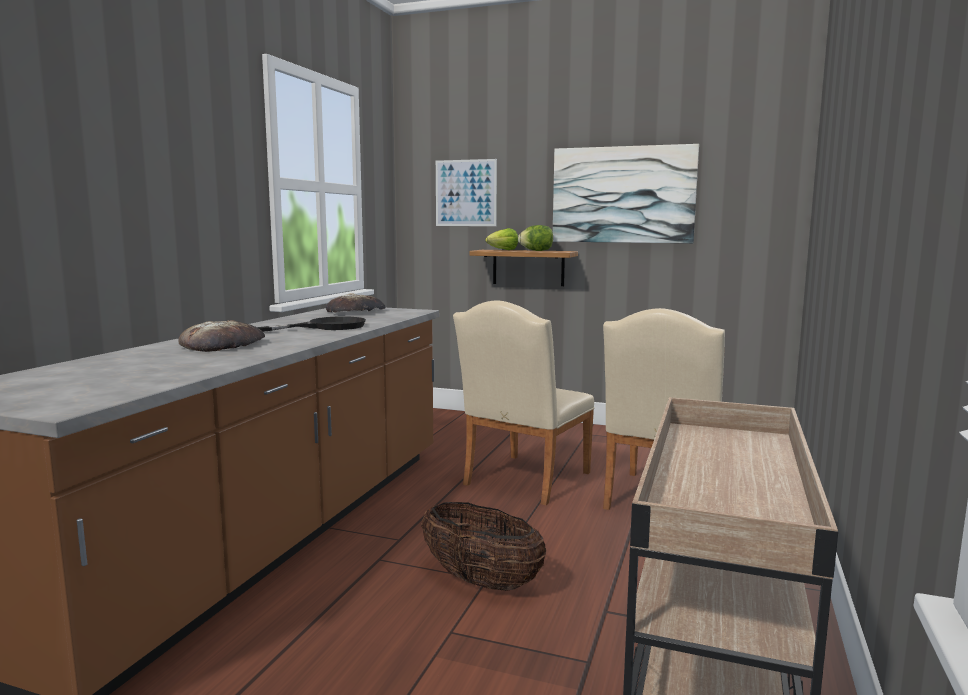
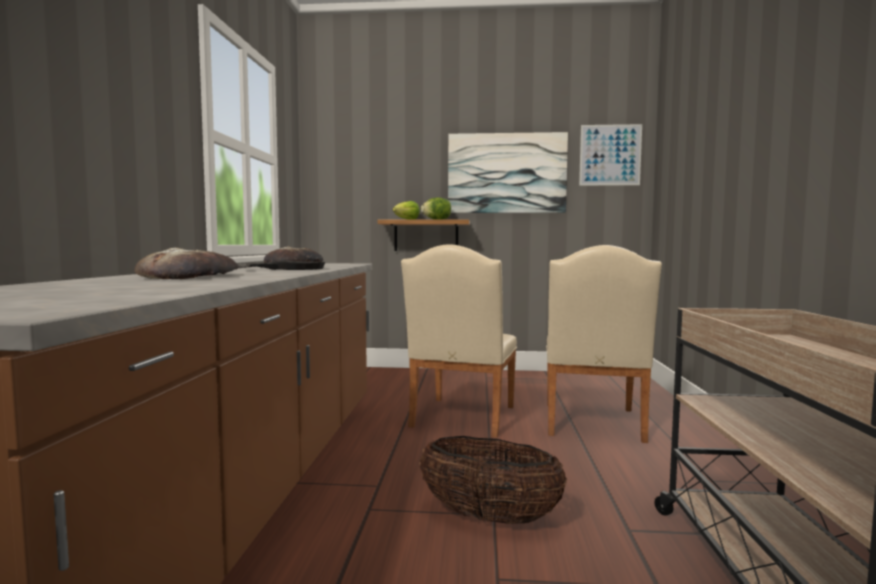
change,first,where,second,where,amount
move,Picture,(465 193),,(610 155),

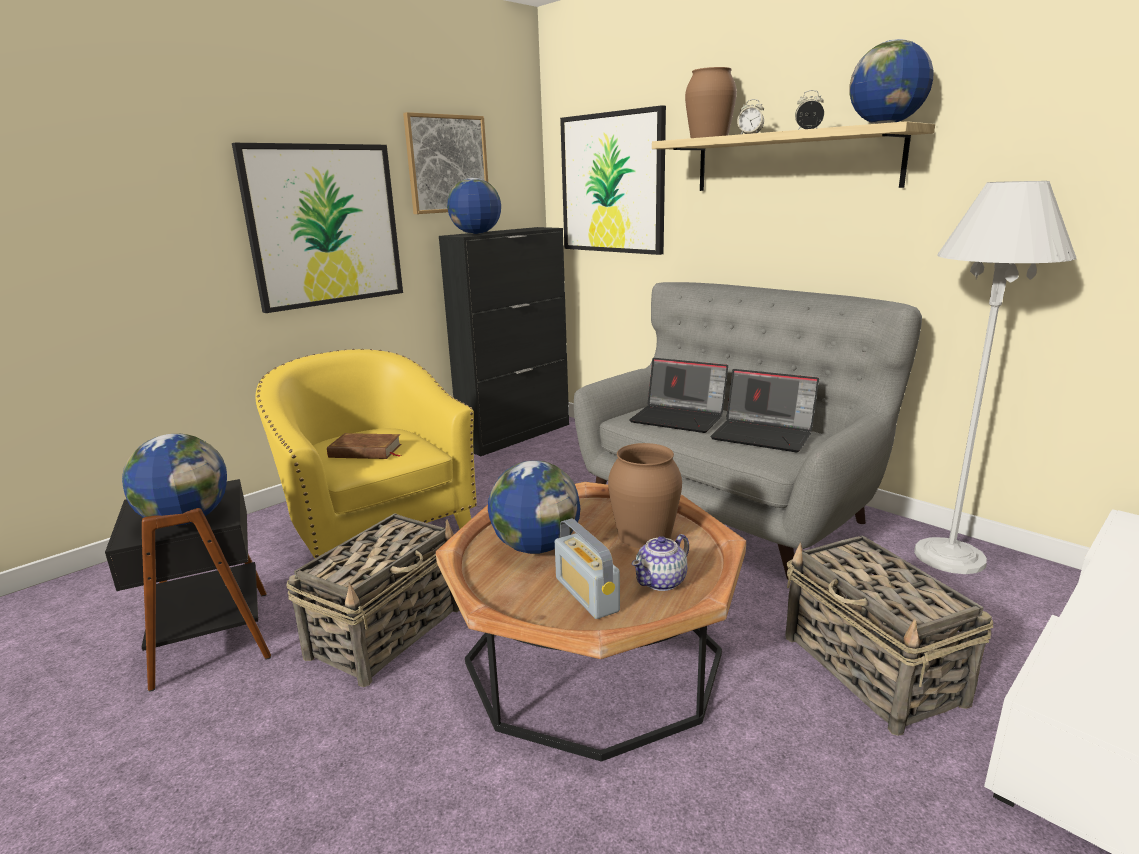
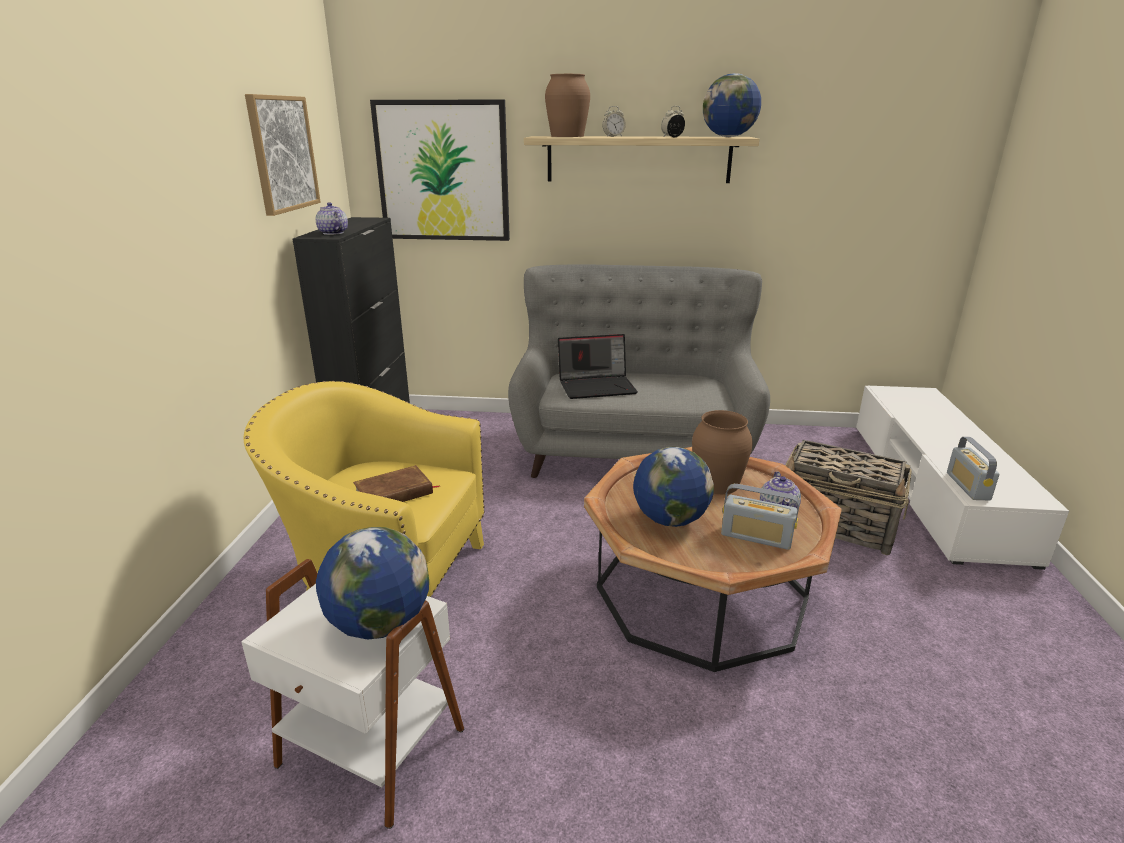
change,first,where,second,where,amount
delete,Picture,(324 225),,,
delete,Basket,(388 631),,,
delete,Laptop,(764 435),,,
delete,WhiteFloorLamp,(949 556),,,
insert,,,Radio,(968 486),
replace,Globe,(476 234),Teapot,(333 233),
recolor,BlackSideTable,(209 638),WhiteSideTable,(369 750),

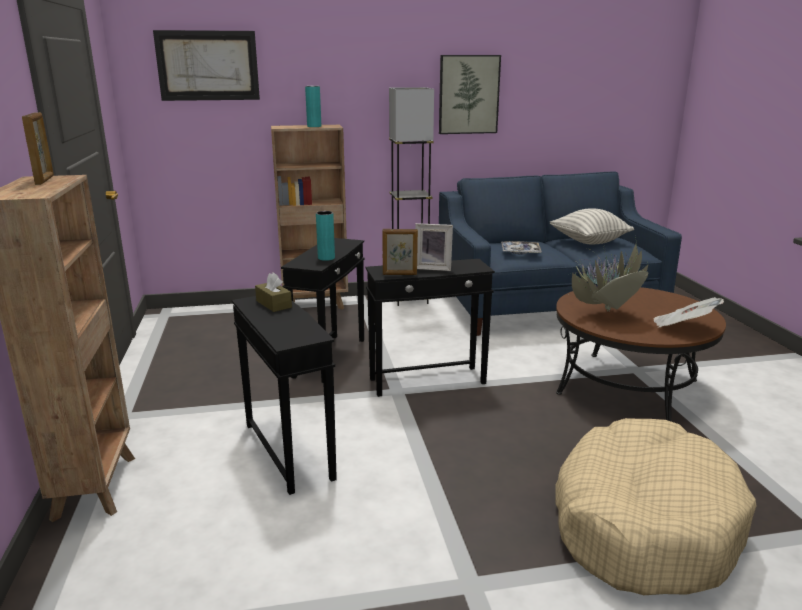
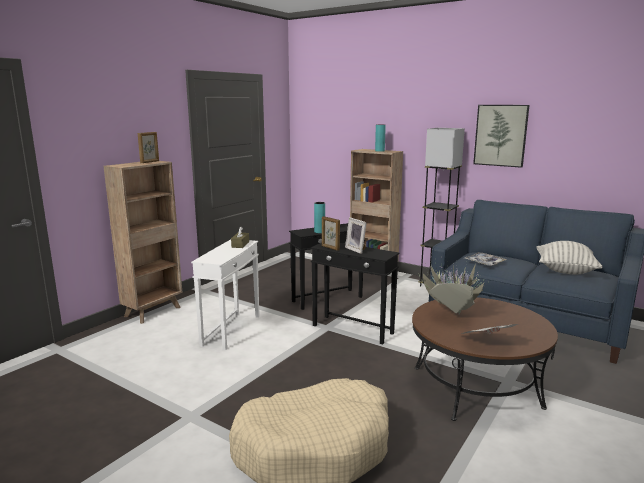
change,first,where,second,where,amount
delete,Picture,(208 65),,,
recolor,BlackSideTable,(289 450),WhiteSideTable,(232 330),

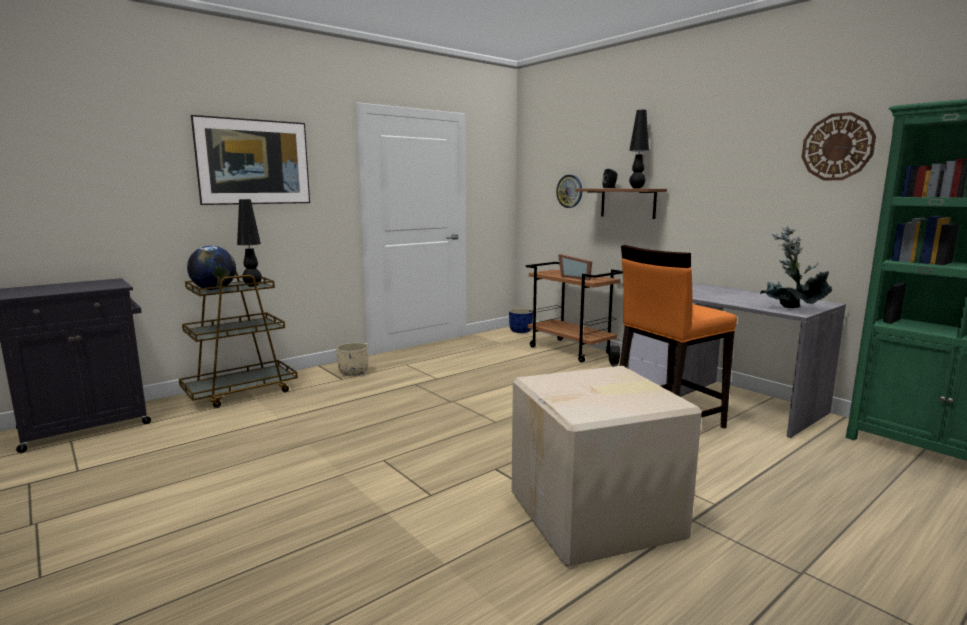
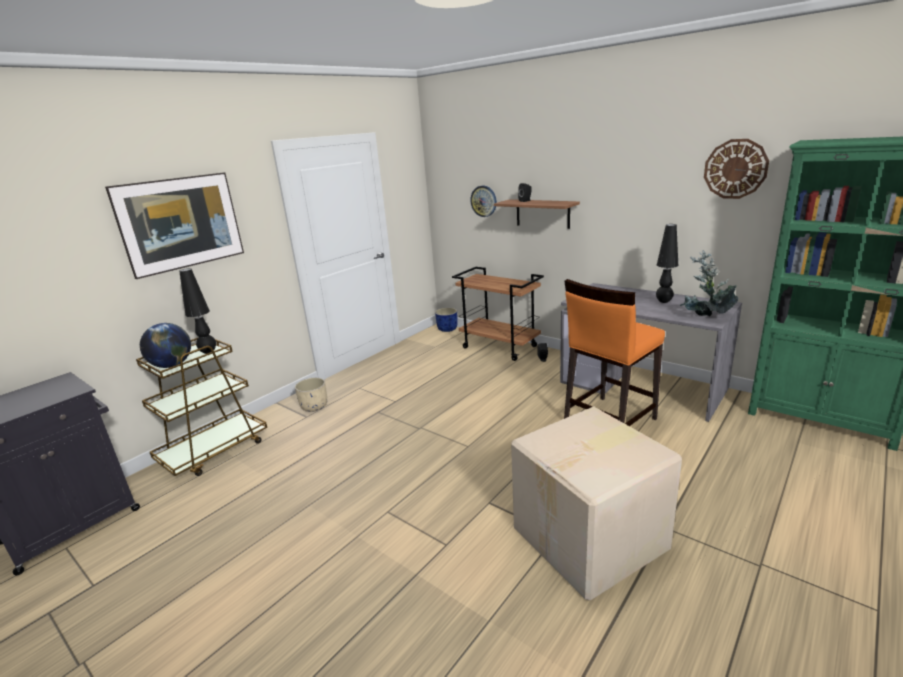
change,first,where,second,where,amount
delete,PictureFrame,(576 277),,,
move,BlackTableLamp,(636 188),,(663 301),

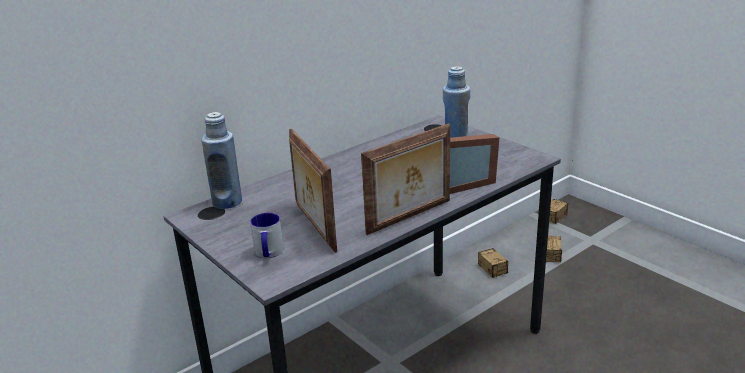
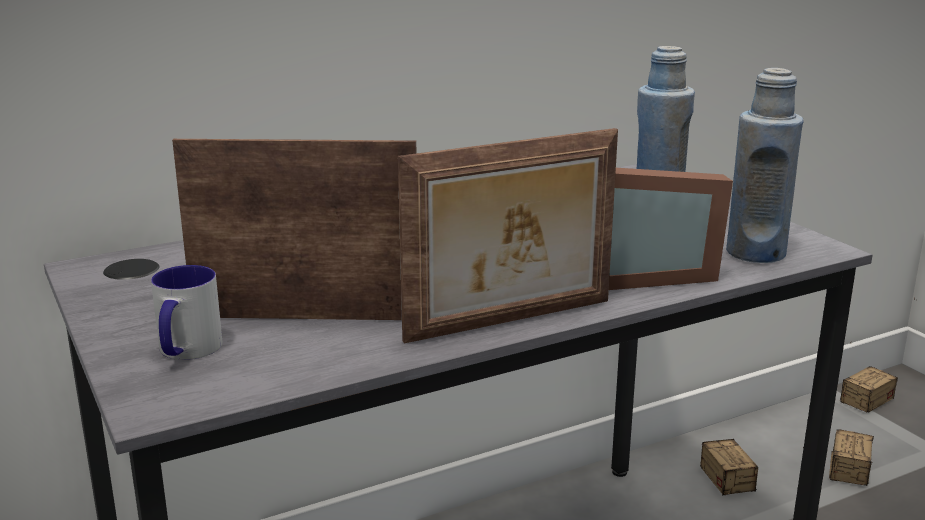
change,first,where,second,where,amount
move,BlueBottle,(227 202),,(755 253),
rotate,PictureFrame,(314 227),,(306 316),105 degrees clockwise

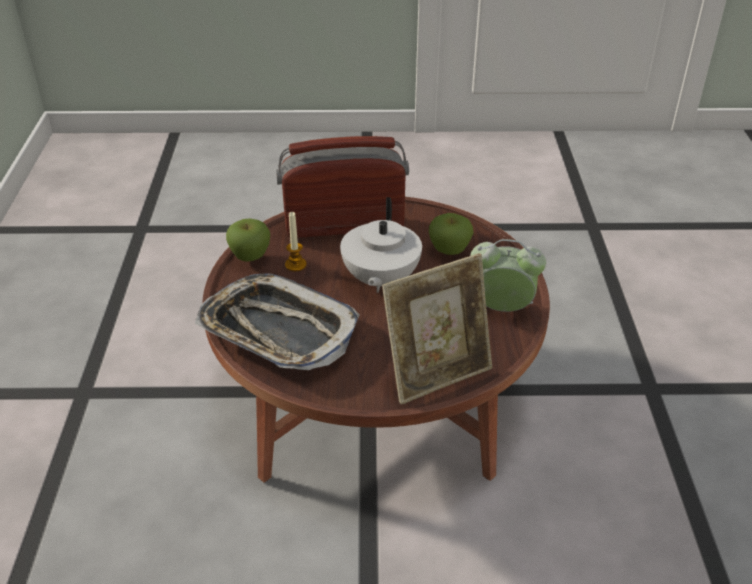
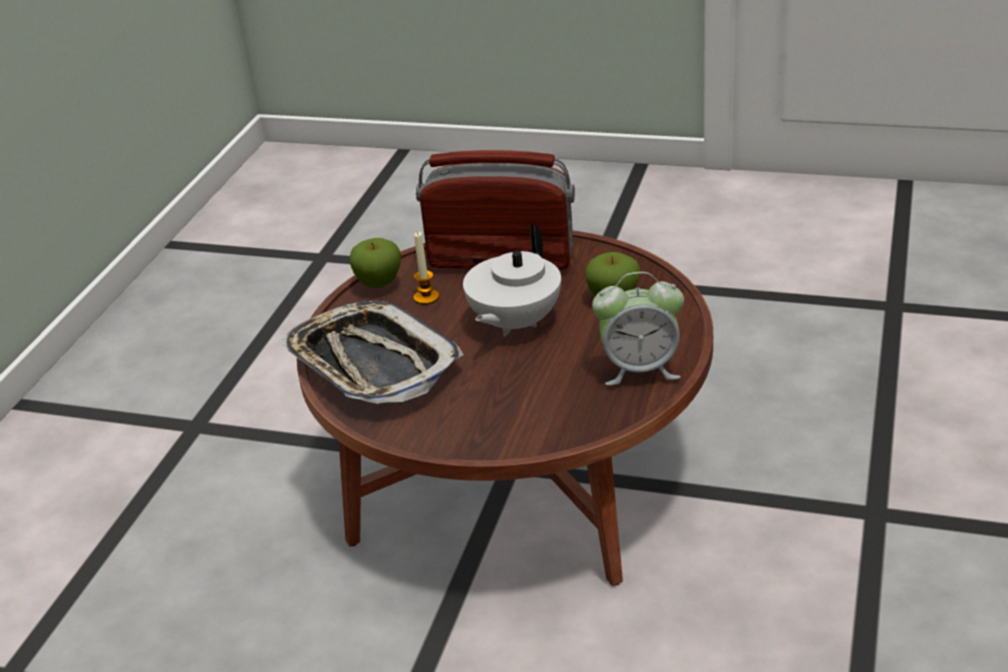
change,first,where,second,where,amount
delete,PictureFrame,(437 373),,,
rotate,AlarmClock,(501 309),,(640 369),150 degrees clockwise

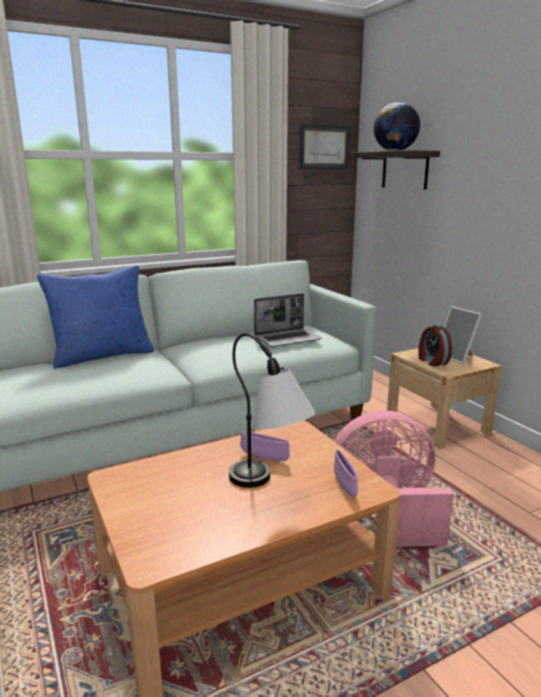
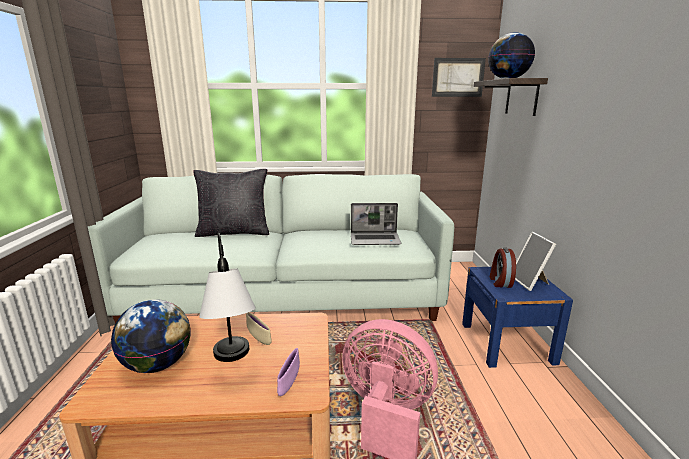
change,first,where,second,where,amount
insert,,,Globe,(158 365),
recolor,BluePillow,(102 356),BlackPillow,(234 232),
recolor,PurpleBowl,(264 458),BeigeBowl,(259 338),
recolor,BeigeNightstand,(437 425),BlueNightstand,(506 343),

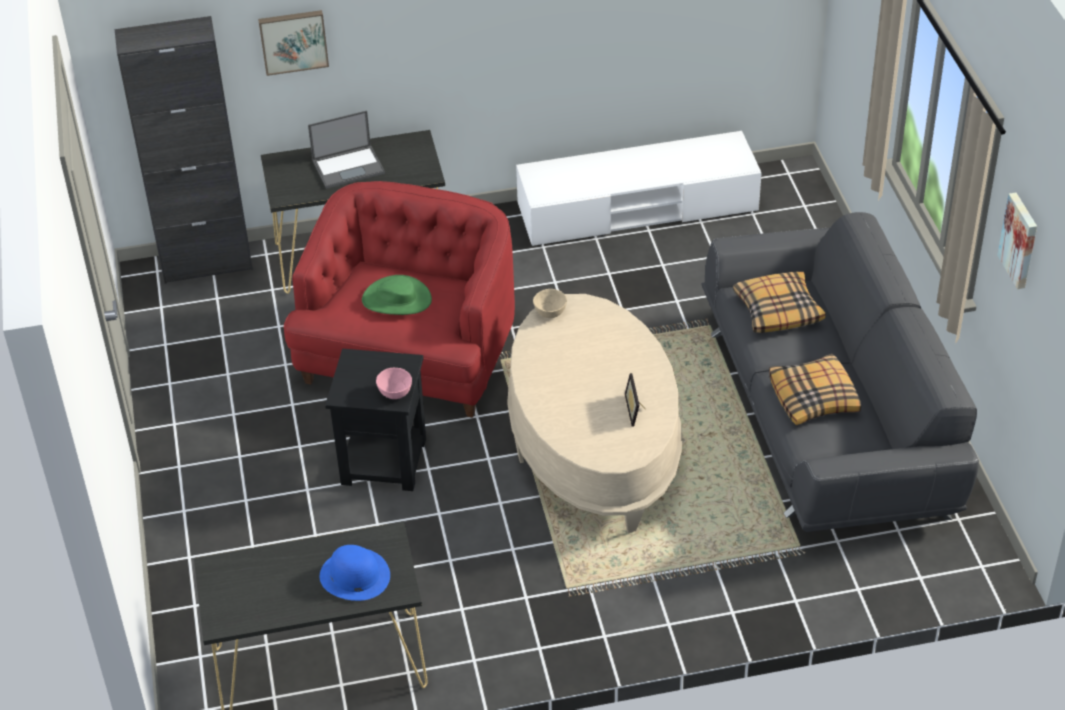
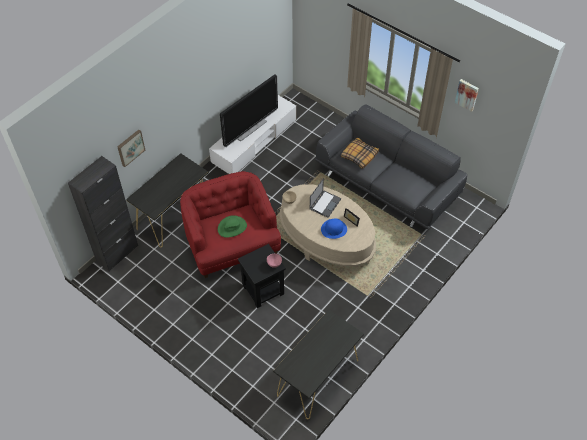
change,first,where,second,where,amount
delete,Pillow,(814 398),,,
insert,,,Television,(249 128),
move,Laptop,(349 166),,(325 203),
move,BlueHat,(354 575),,(334 229),

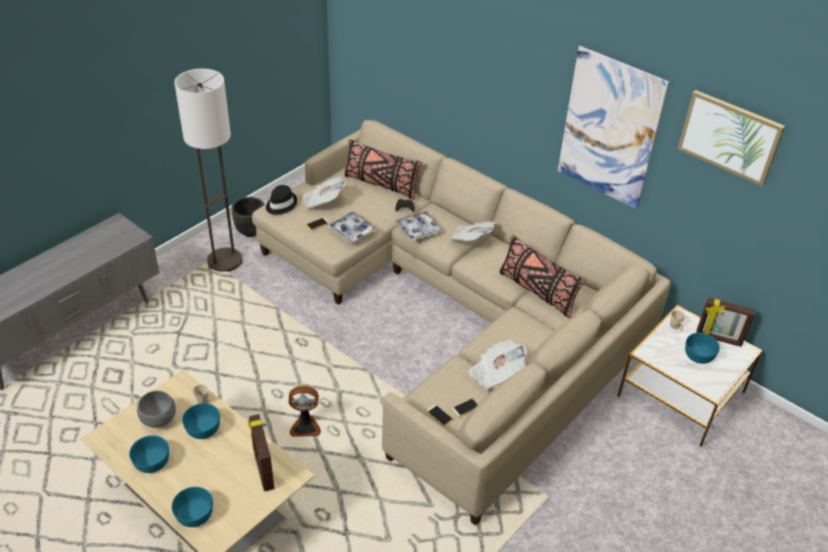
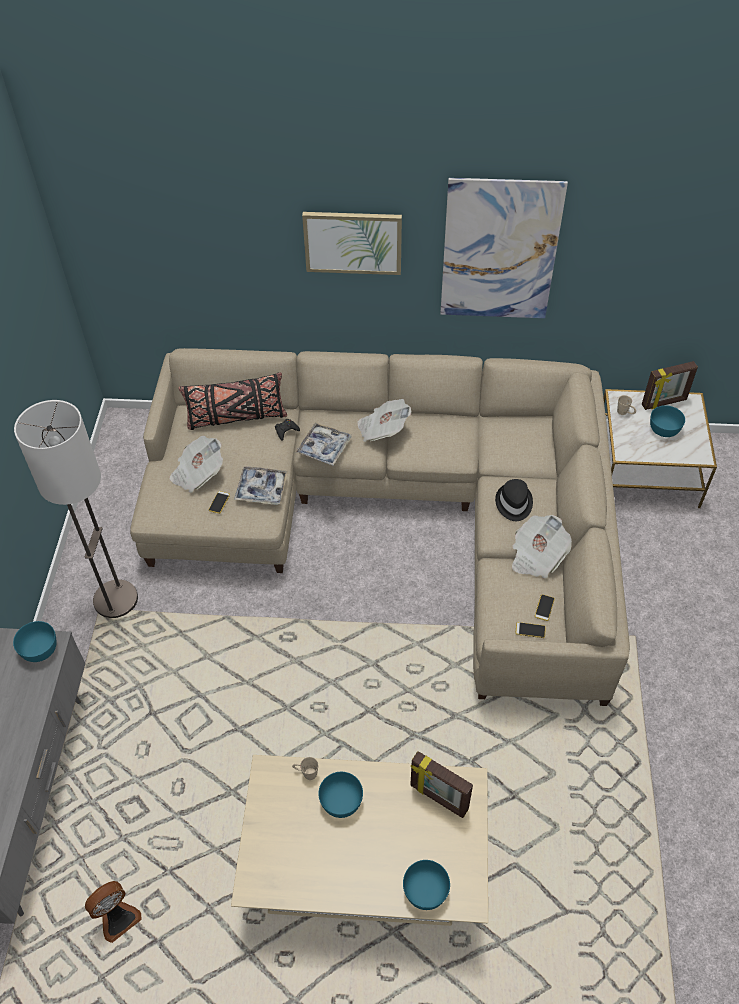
change,first,where,second,where,amount
delete,GreyBowl,(160 420),,,
delete,BlackPlanter,(250 231),,,
delete,BlackPillow,(537 291),,,
move,TurquoiseBowl,(152 462),,(40 648),
move,BlackHat,(280 204),,(513 503),
move,Fan,(305 426),,(118 918),
move,Picture,(730 136),,(353 242),

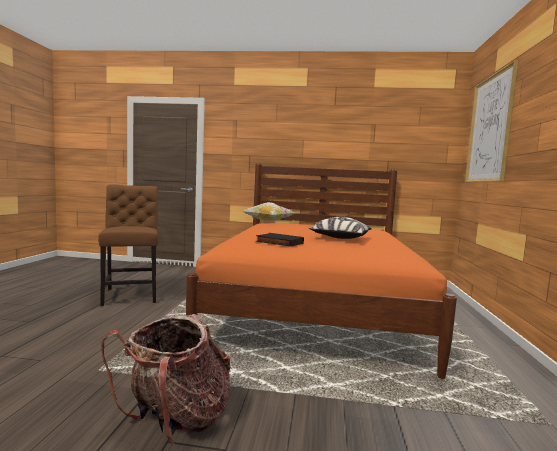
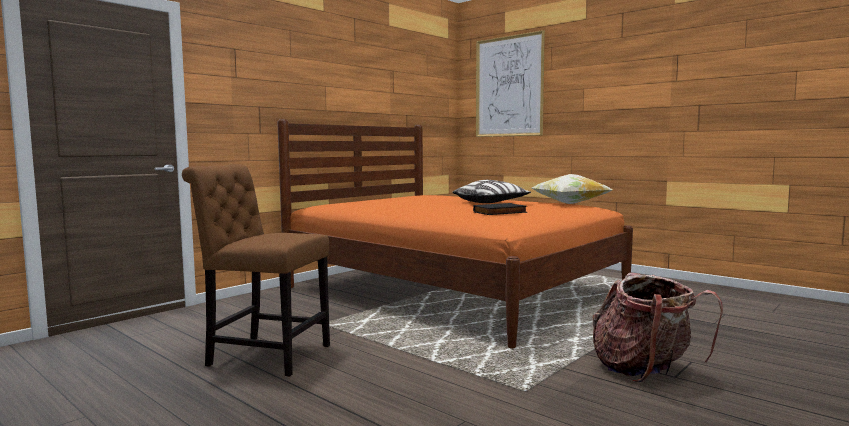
change,first,where,second,where,amount
move,Pillow,(268 222),,(570 203),

